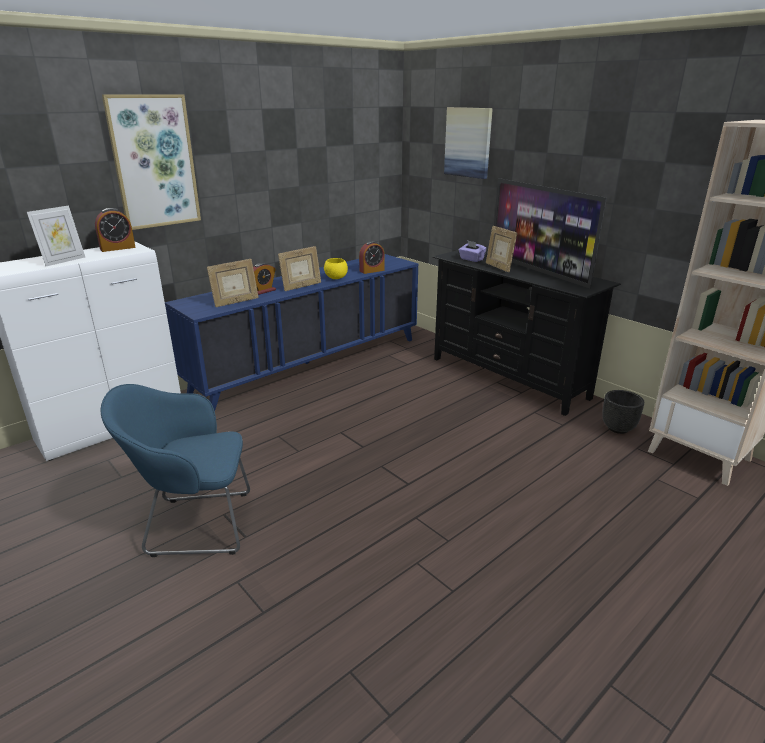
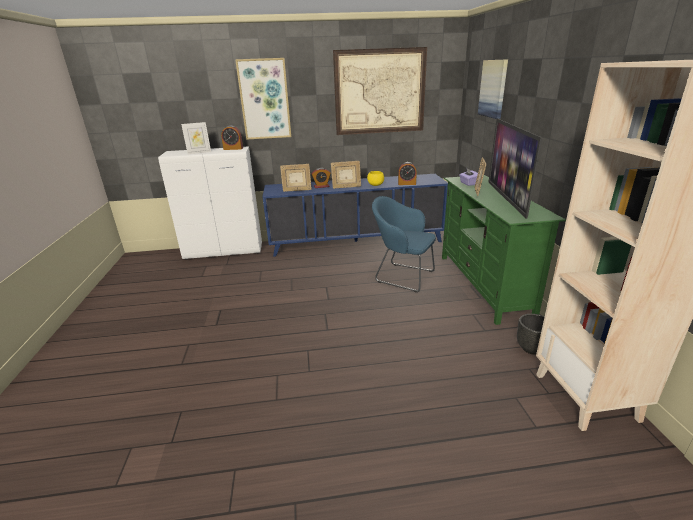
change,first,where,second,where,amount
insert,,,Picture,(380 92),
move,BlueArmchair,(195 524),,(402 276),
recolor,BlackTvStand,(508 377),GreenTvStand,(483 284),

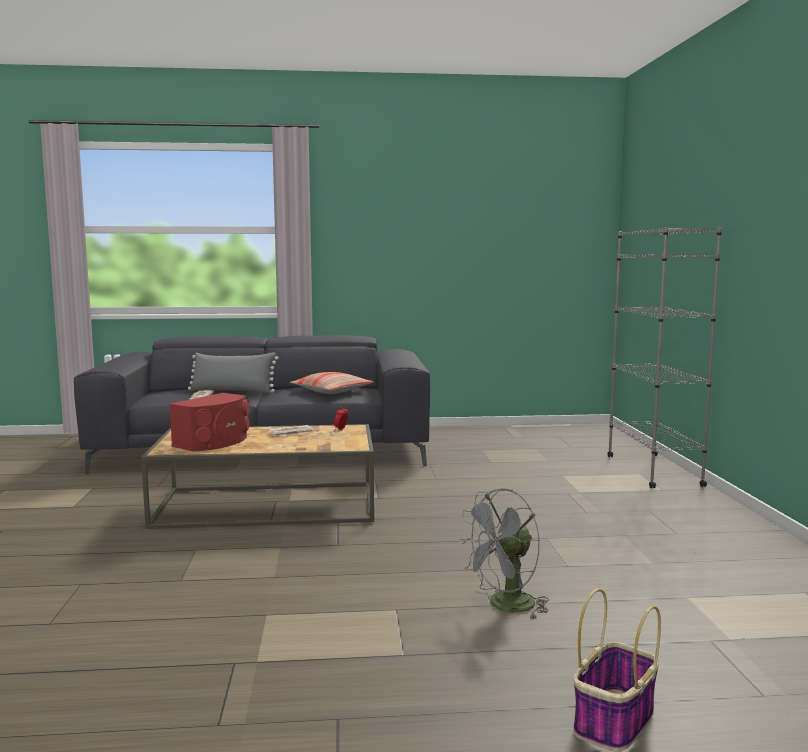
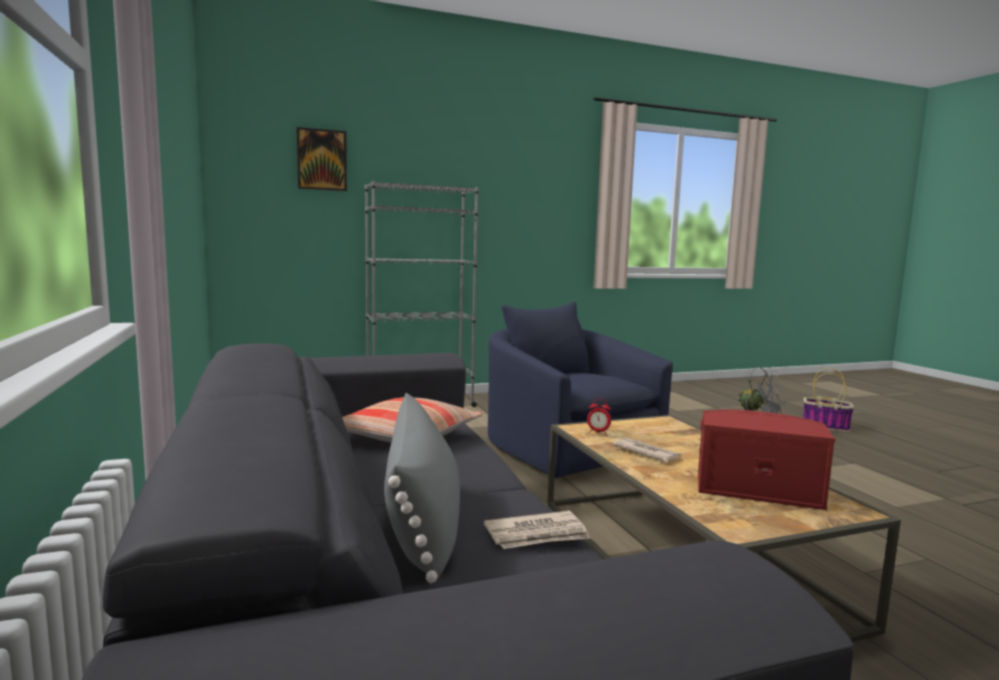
change,first,where,second,where,amount
insert,,,Picture,(322 160),
insert,,,BlueArmchair,(565 448),

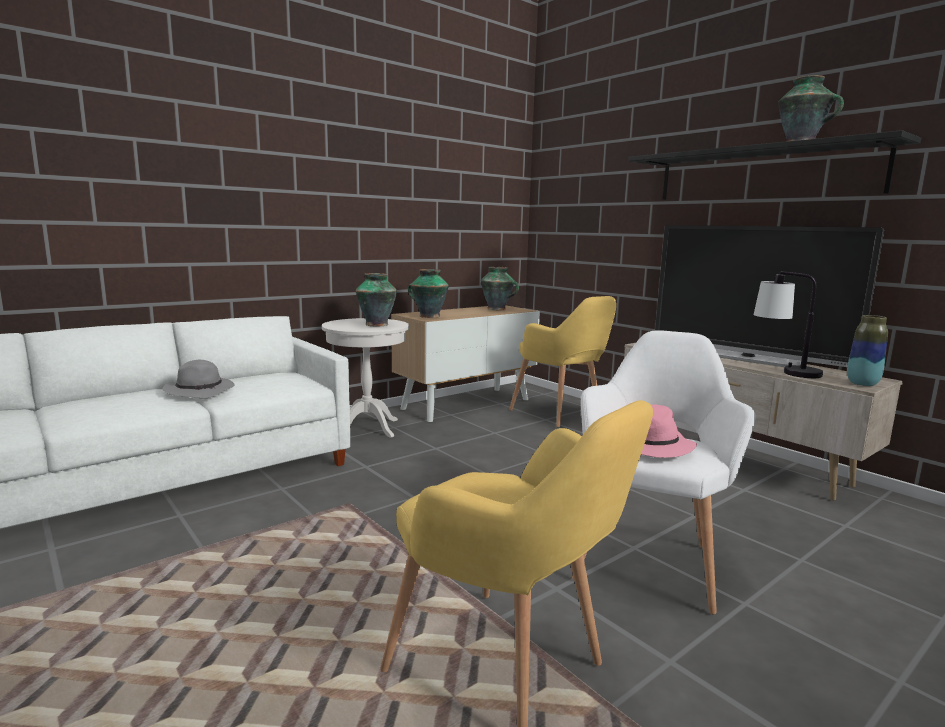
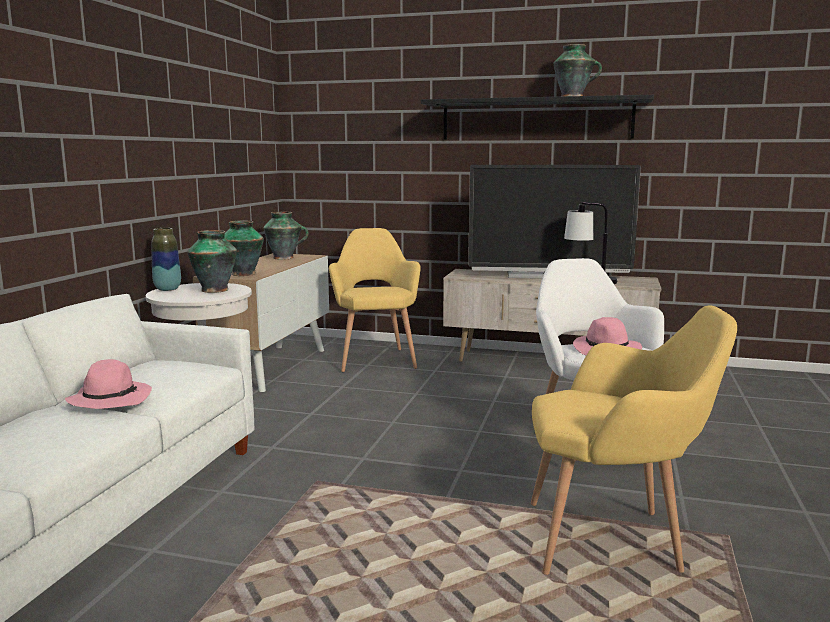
change,first,where,second,where,amount
move,Vase,(862 384),,(167 289),
recolor,GreyHat,(201 391),PinkHat,(110 399),
rotate,YellowArmchair,(561 415),,(375 358),120 degrees counterclockwise

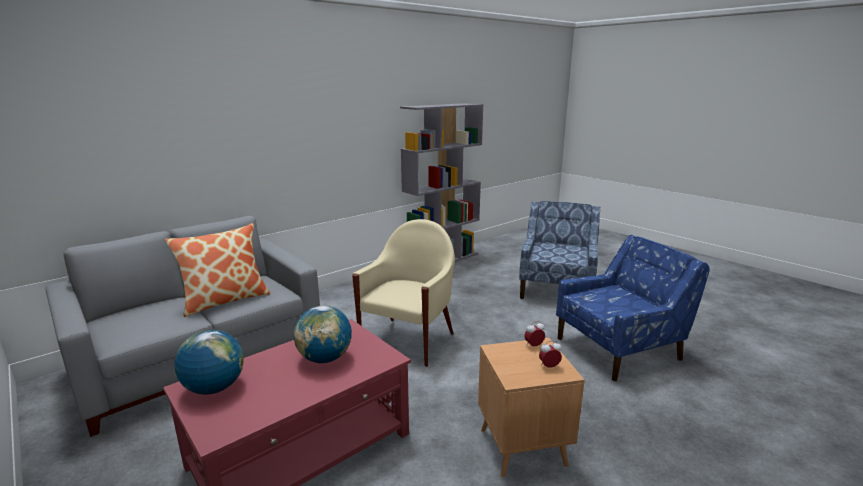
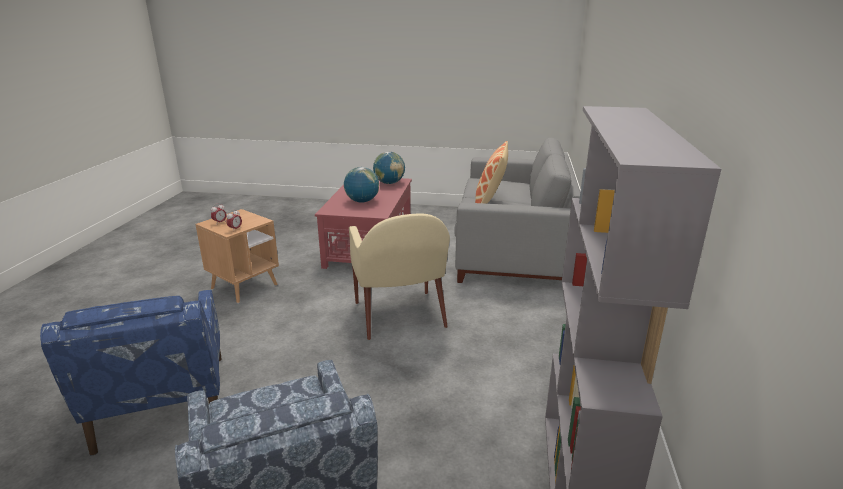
change,first,where,second,where,amount
rotate,BlueArmchair,(619 349),,(162 404),45 degrees counterclockwise

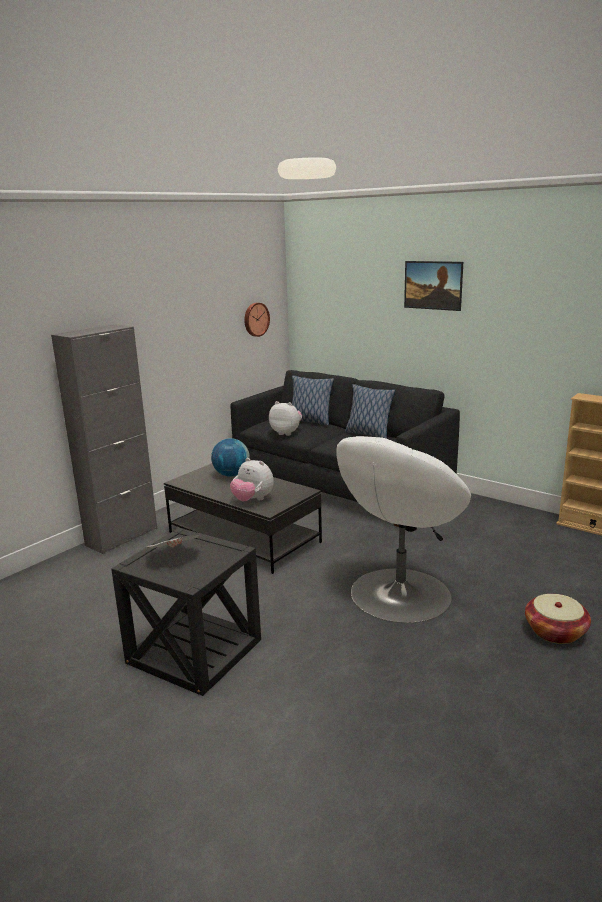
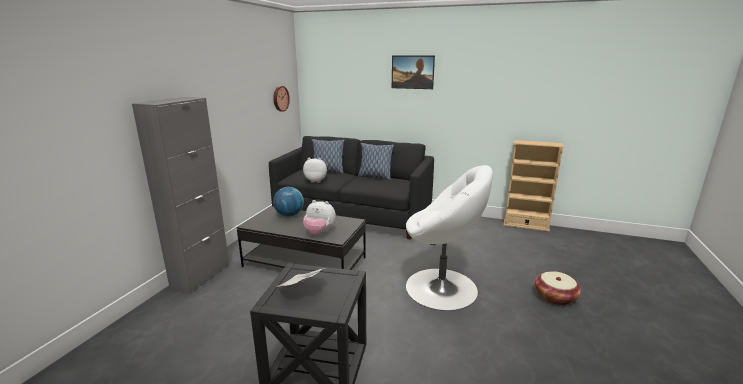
change,first,where,second,where,amount
rotate,WhiteArmchair,(398 594),,(442 288),90 degrees counterclockwise

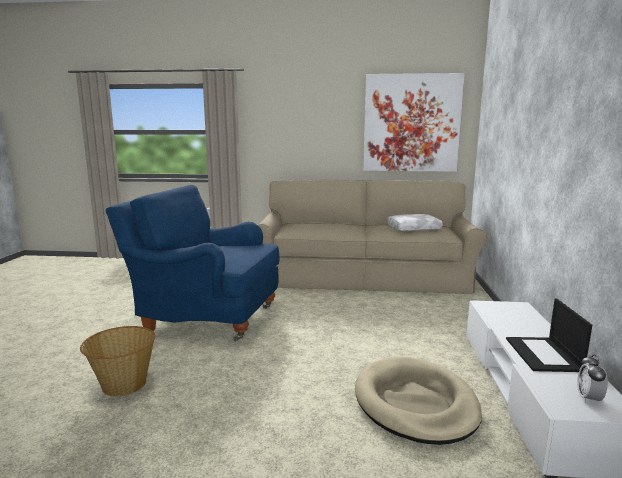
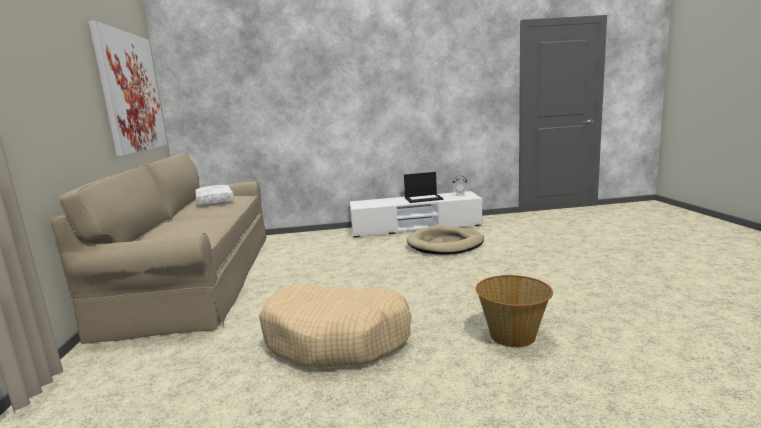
change,first,where,second,where,amount
replace,BlueArmchair,(206 318),BeigeDogBed,(337 339),

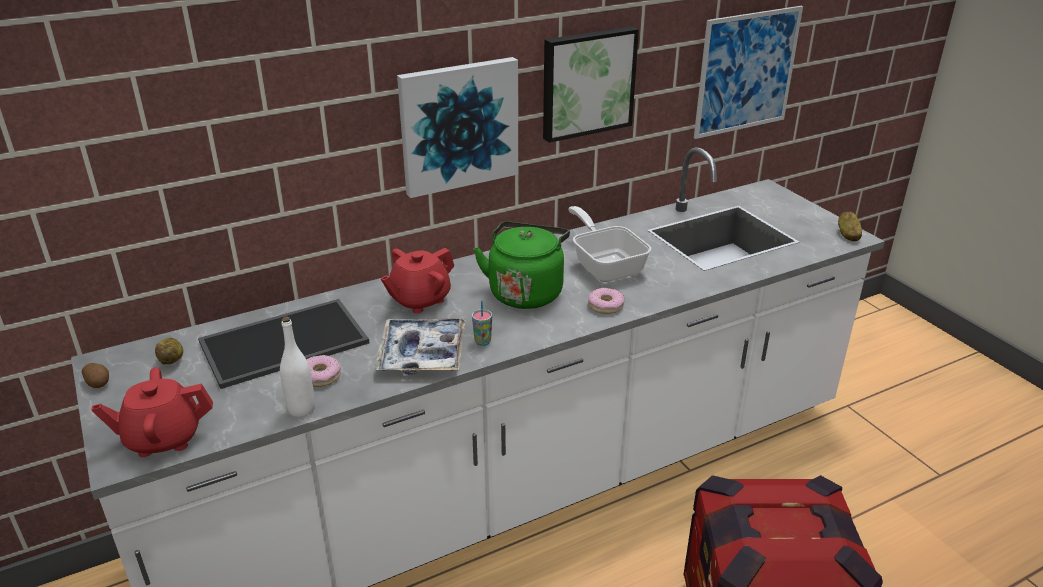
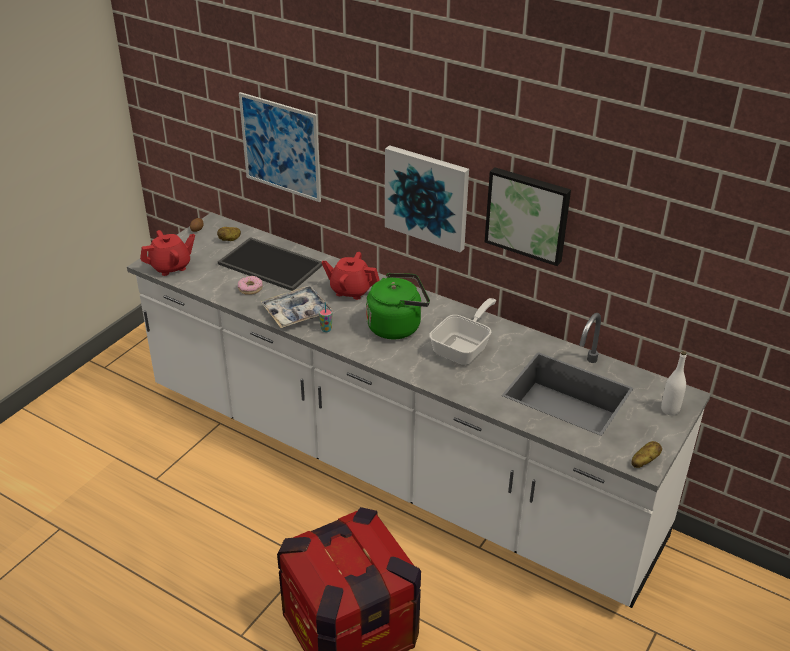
change,first,where,second,where,amount
delete,Donut,(605 306),,,
move,WhiteBottle,(301 409),,(670 410),
move,Picture,(746 72),,(281 147),
rotate,RedTeapot,(163 438),,(171 267),105 degrees clockwise

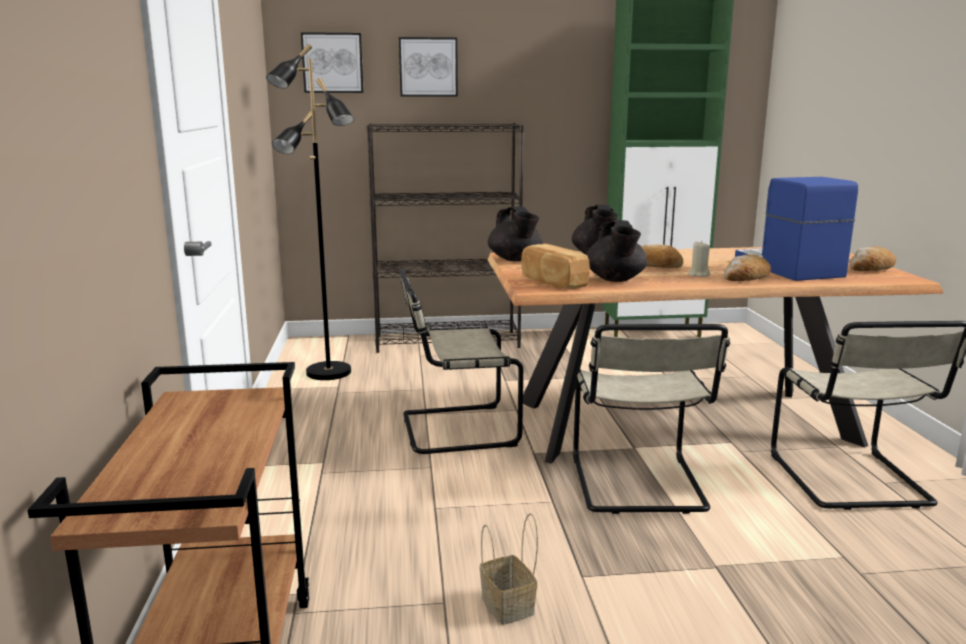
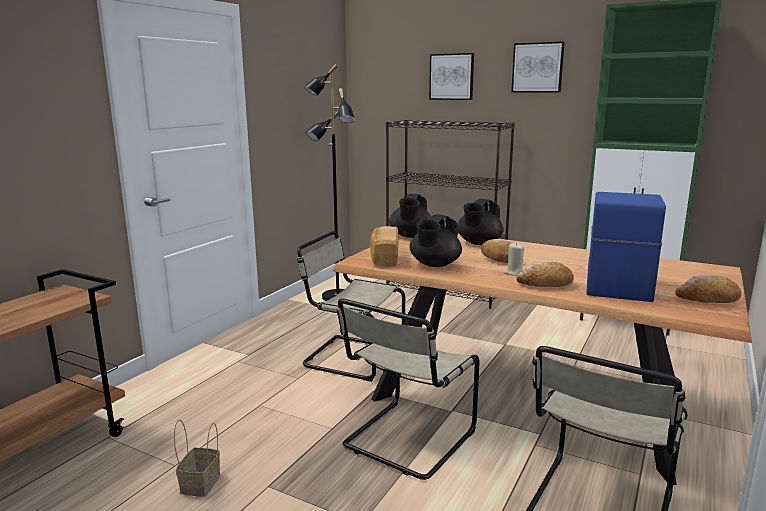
change,first,where,second,where,amount
move,Picture,(332 63),,(537 67),

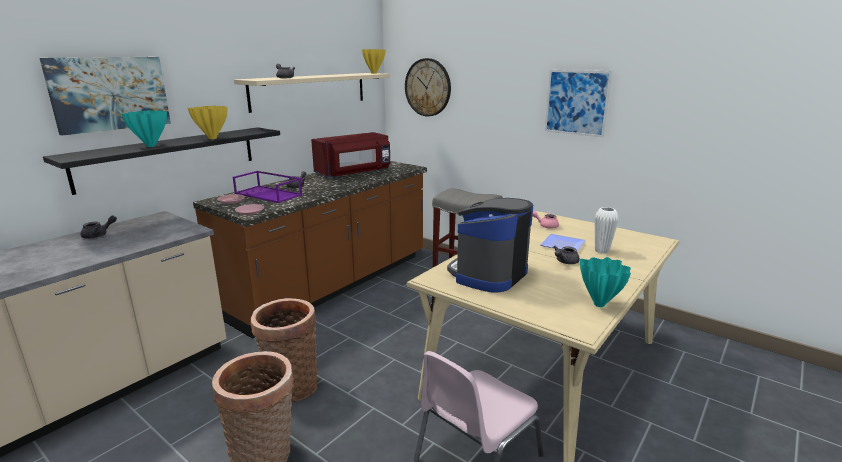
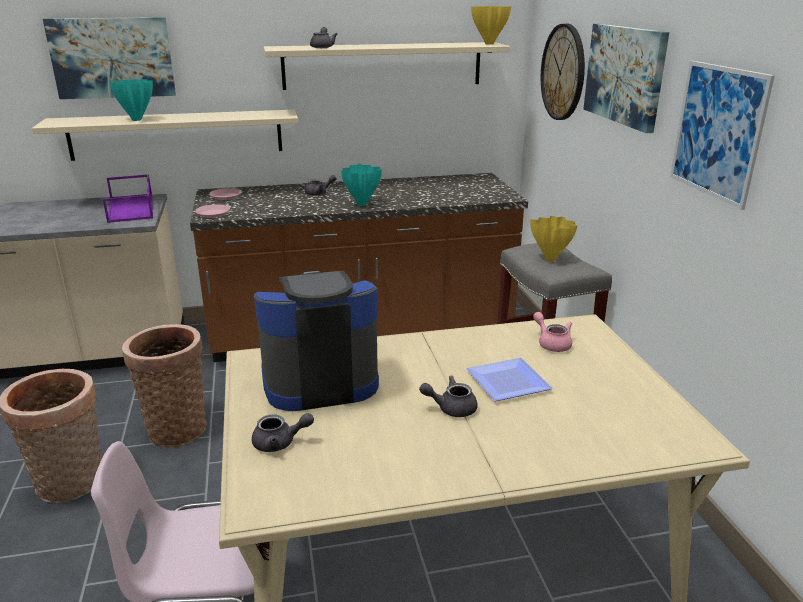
change,first,where,second,where,amount
delete,RedMicrowave,(354 173),,,
delete,WhiteVase,(602 251),,,
insert,,,Picture,(625 75),
move,GreyTeapot,(99 235),,(280 443),
move,YellowVase,(213 138),,(551 259),
move,PurpleTray,(269 194),,(132 208),
move,TurquoiseVase,(600 305),,(362 204),
recolor,BlackShelf,(170 157),BeigeShelf,(176 134),

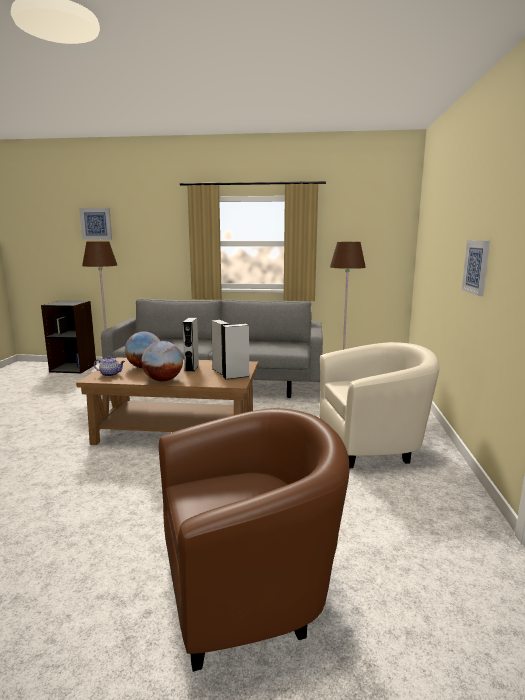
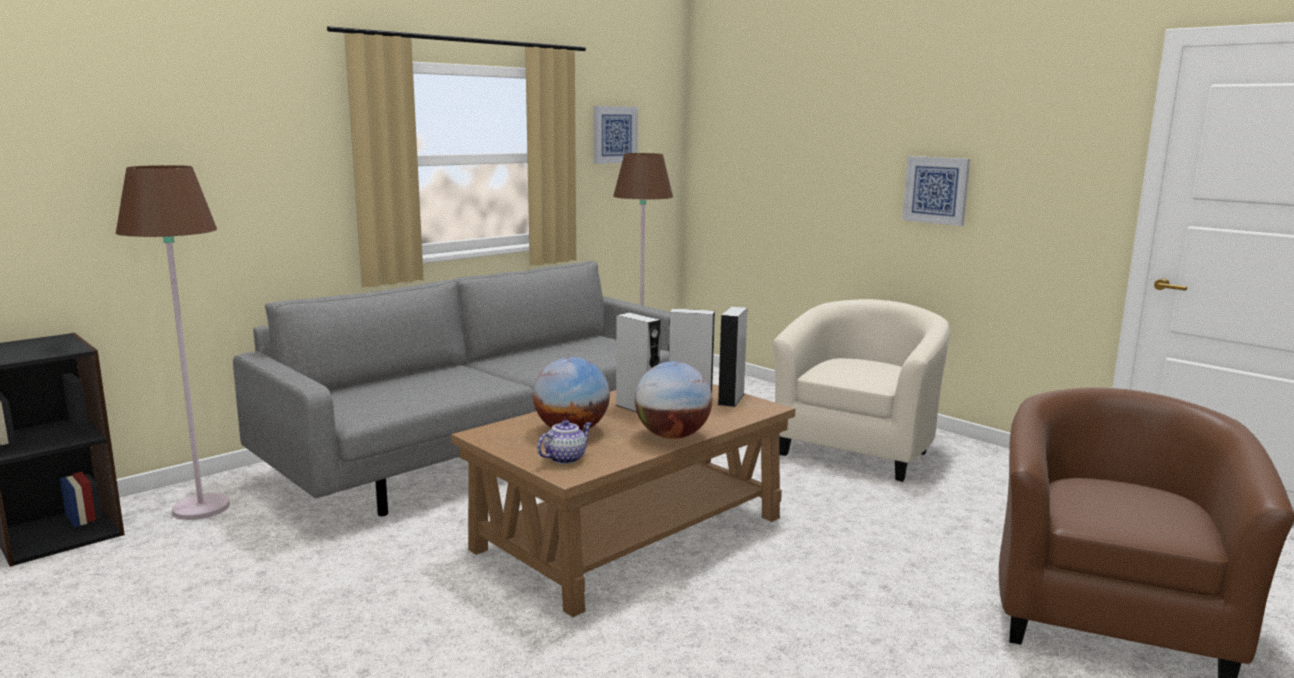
change,first,where,second,where,amount
move,Picture,(96 223),,(614 134),

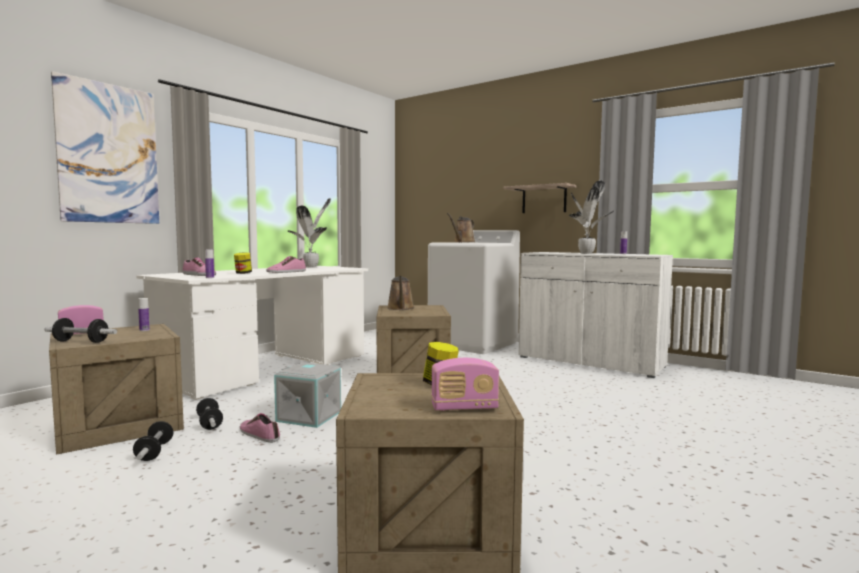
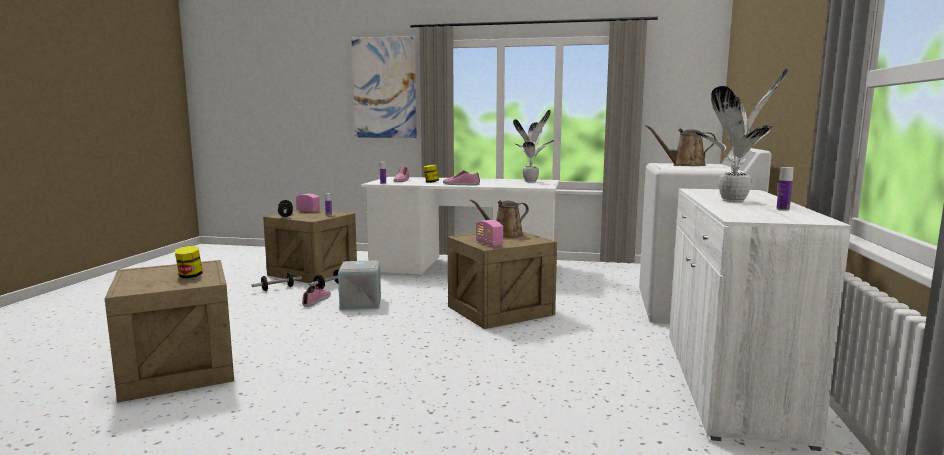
change,first,where,second,where,amount
delete,Shelf,(544 199),,,
move,Radio,(464 408),,(489 244),

